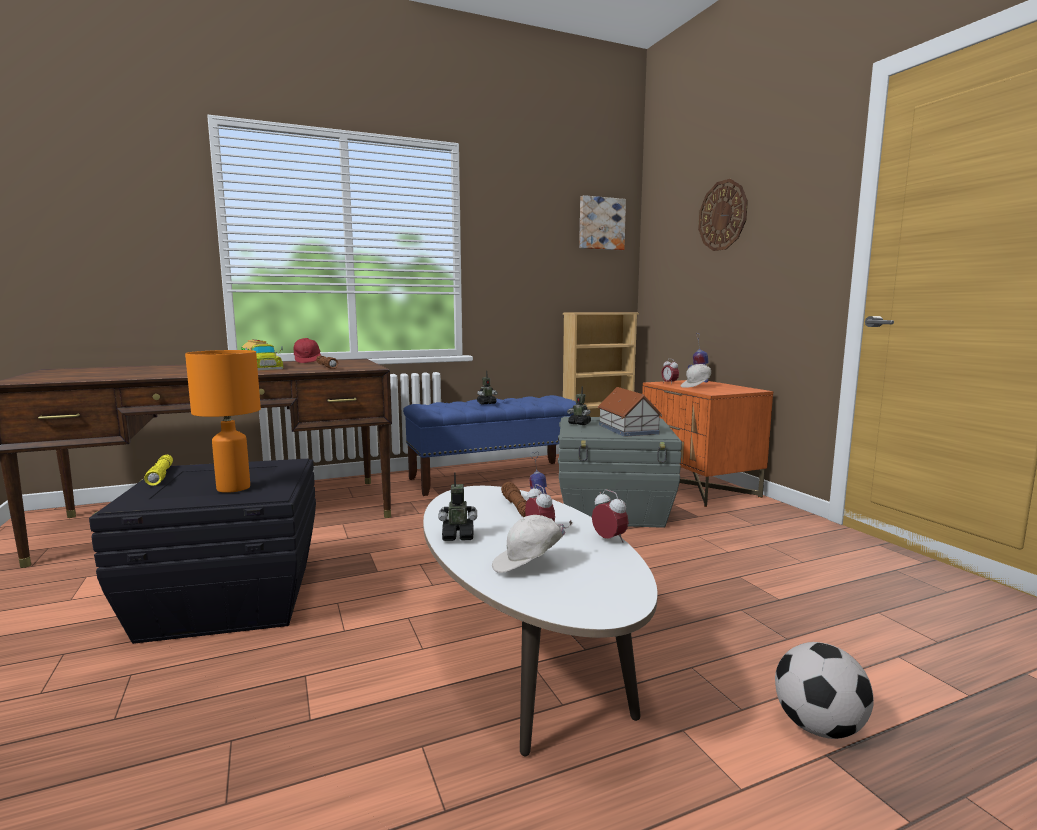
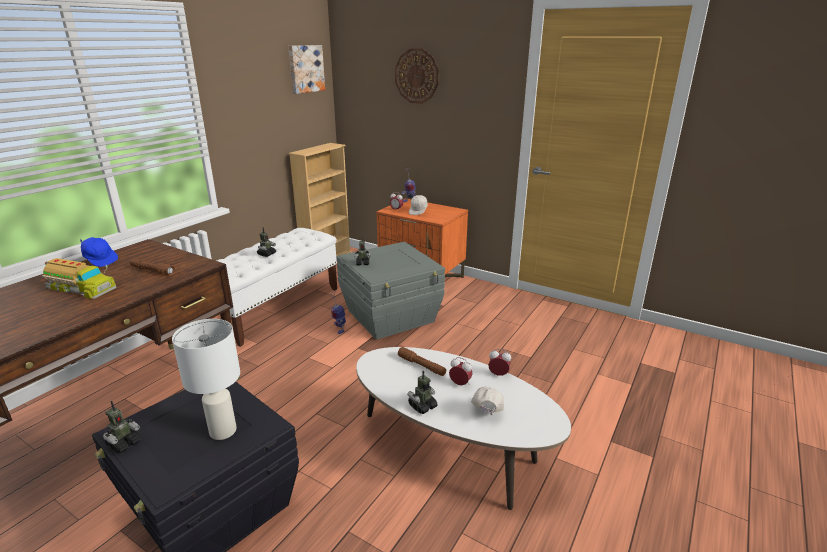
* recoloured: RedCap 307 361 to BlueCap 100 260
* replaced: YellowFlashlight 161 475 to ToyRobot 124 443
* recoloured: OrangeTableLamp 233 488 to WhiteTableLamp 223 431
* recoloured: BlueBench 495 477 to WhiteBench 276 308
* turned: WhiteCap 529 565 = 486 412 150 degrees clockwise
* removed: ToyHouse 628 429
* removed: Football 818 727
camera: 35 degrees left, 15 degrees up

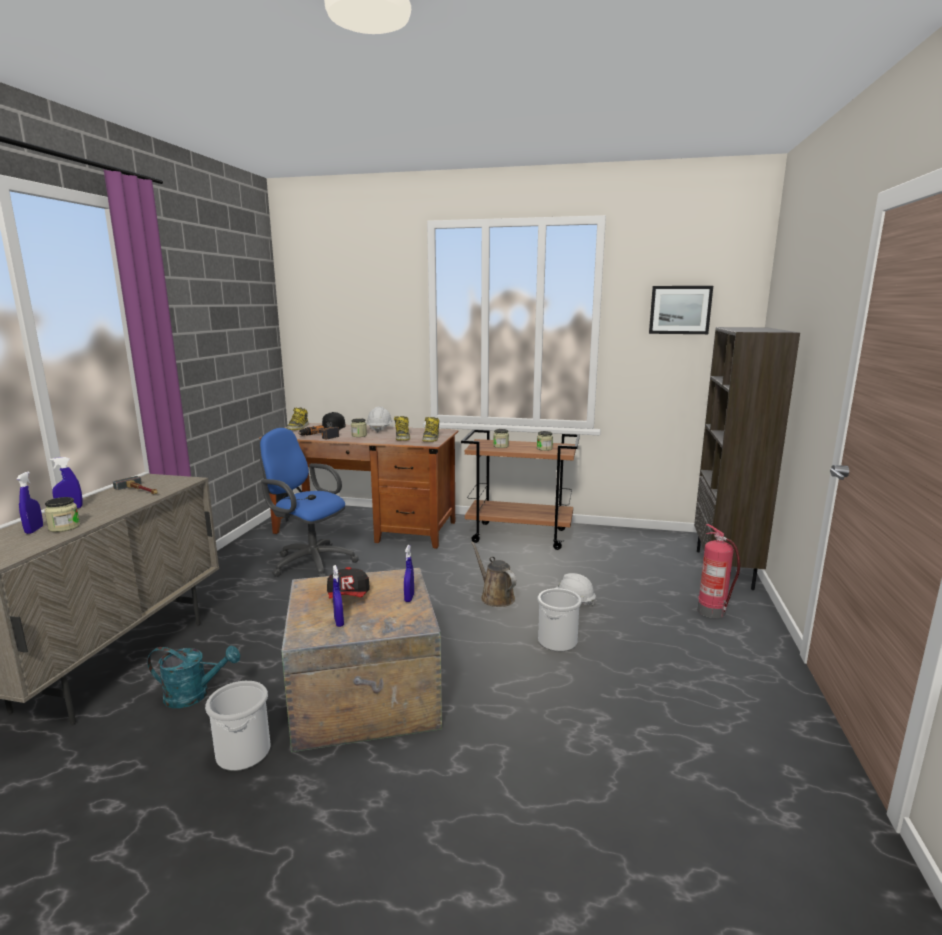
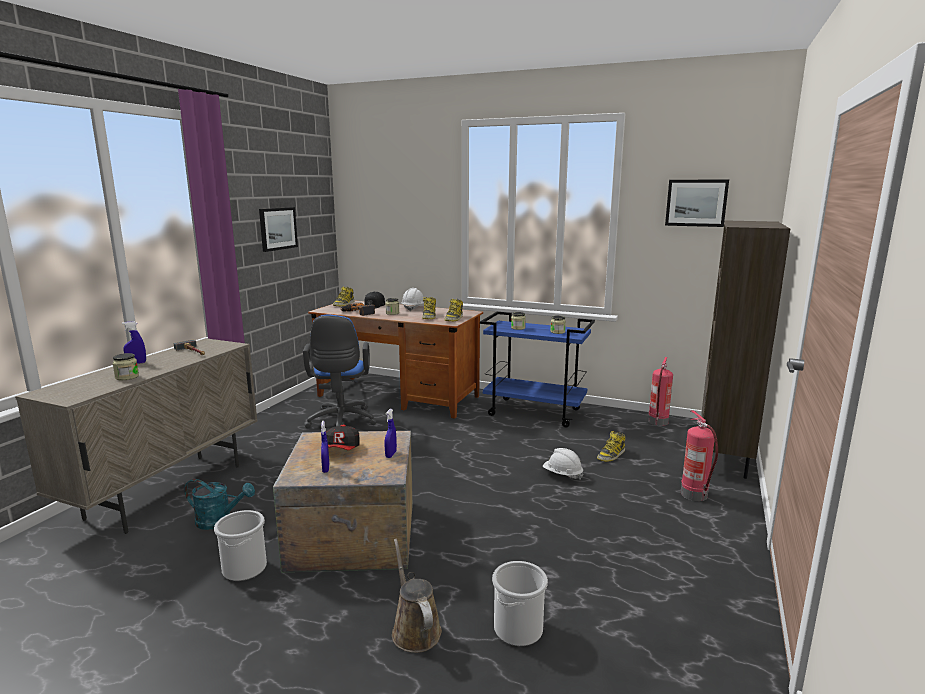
* added: Picture 277 228
* turned: BlueOfficeChair 310 562 = 341 423 135 degrees counterclockwise
* moved: BrownWateringCan 495 597 to 414 629
* recoloured: BrownCart 520 535 to BlueCart 535 412
* moved: Bucket 557 641 to 518 629
* added: Boot 611 455
* added: FireExtinguisher 658 422
* removed: BlueSprayBottle 34 530
camera: 10 degrees right, 0 degrees up

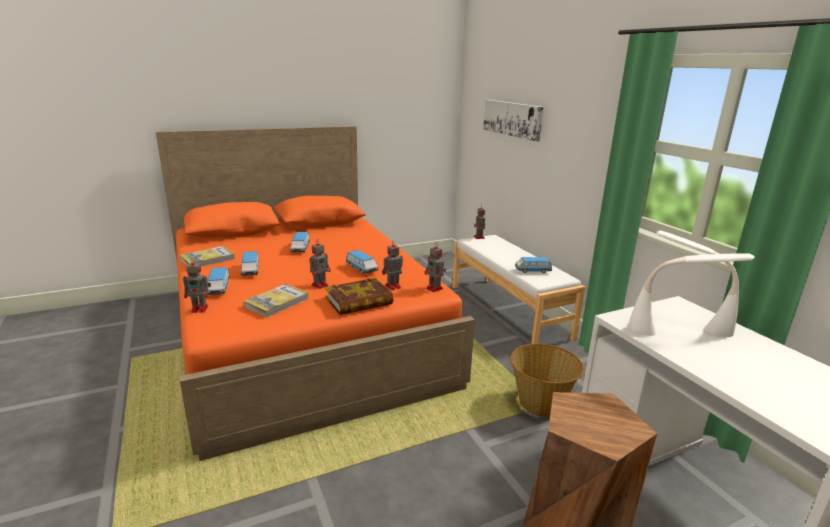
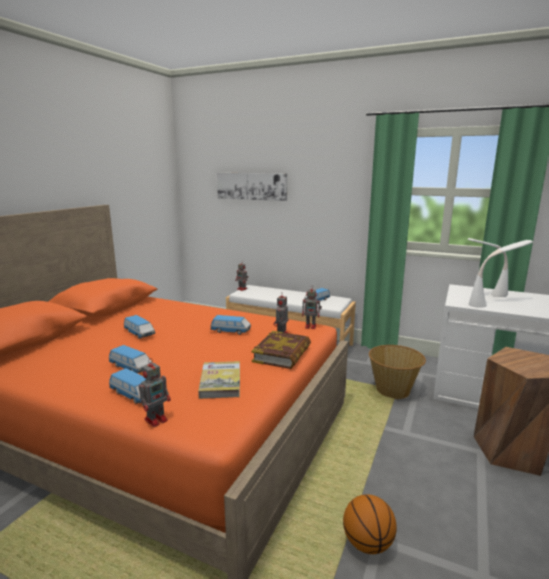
* added: Basketball 367 544
* removed: Book 208 259
* removed: ToyRobot 320 285
camera: 40 degrees left, 5 degrees down

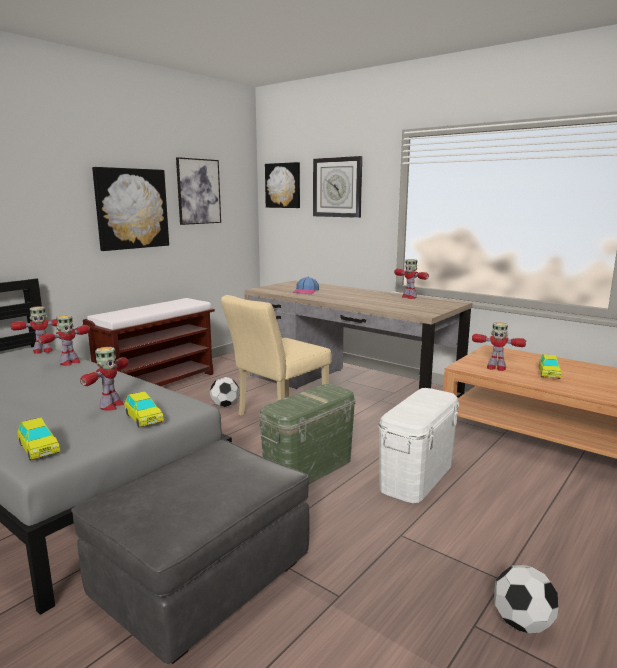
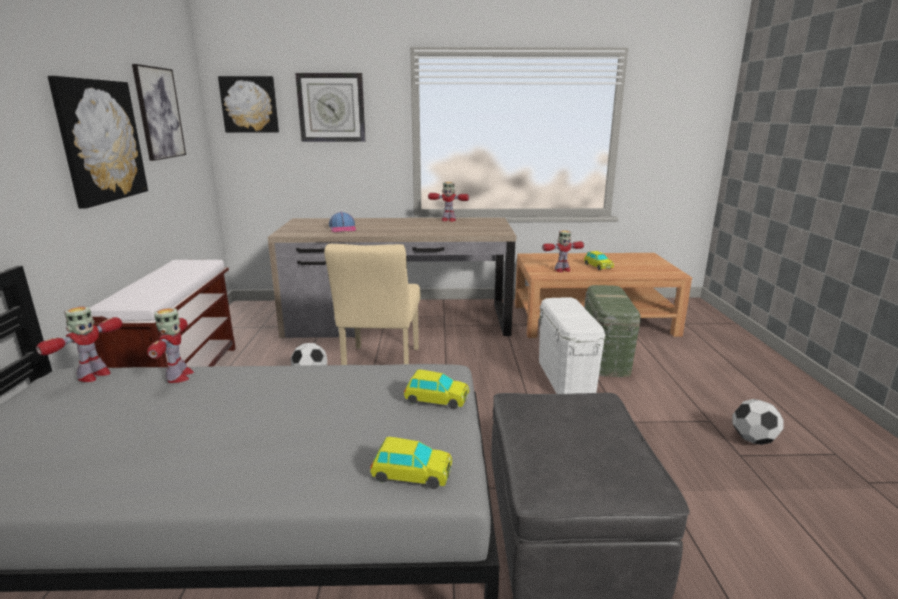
* moved: GreenStorageBox 308 468 to 605 358
* removed: ToyRobot 111 406
camera: 40 degrees left, 5 degrees up

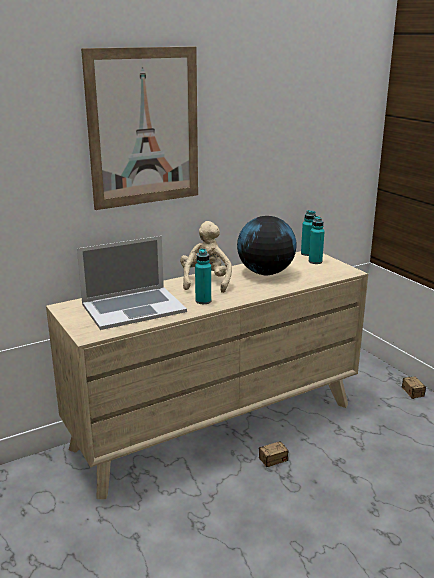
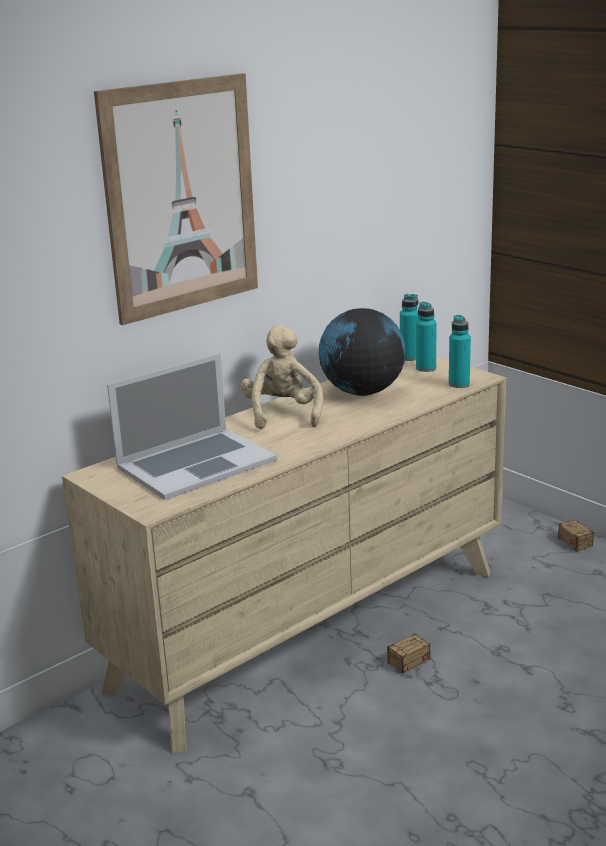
* moved: TurquoiseBottle 203 301 to 459 384
camera: 10 degrees left, 0 degrees up

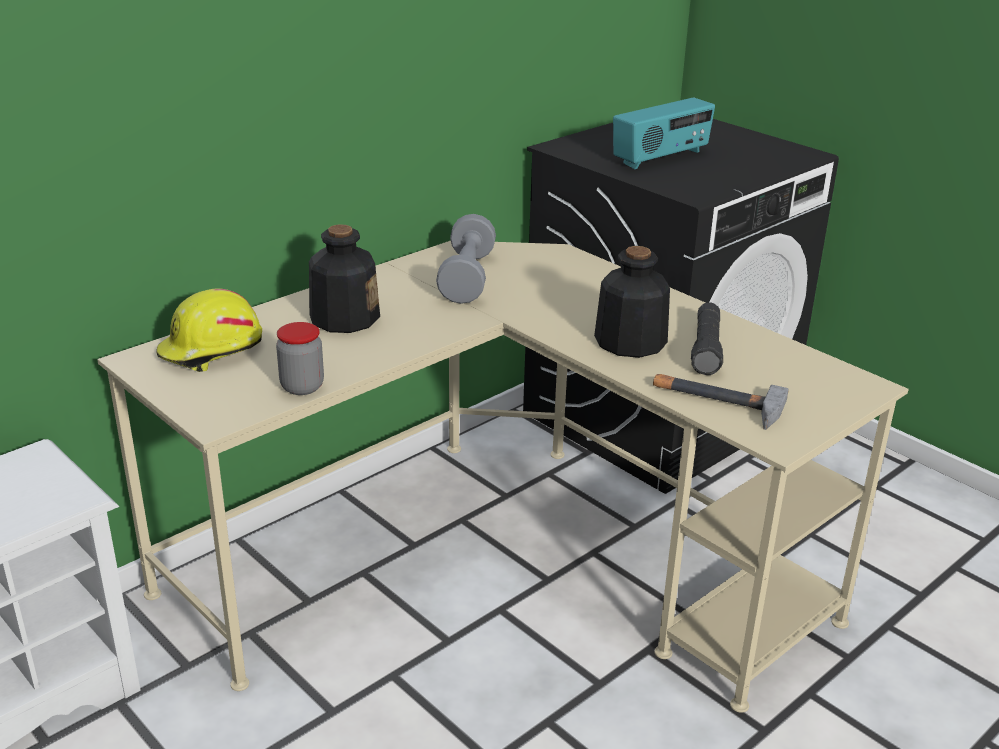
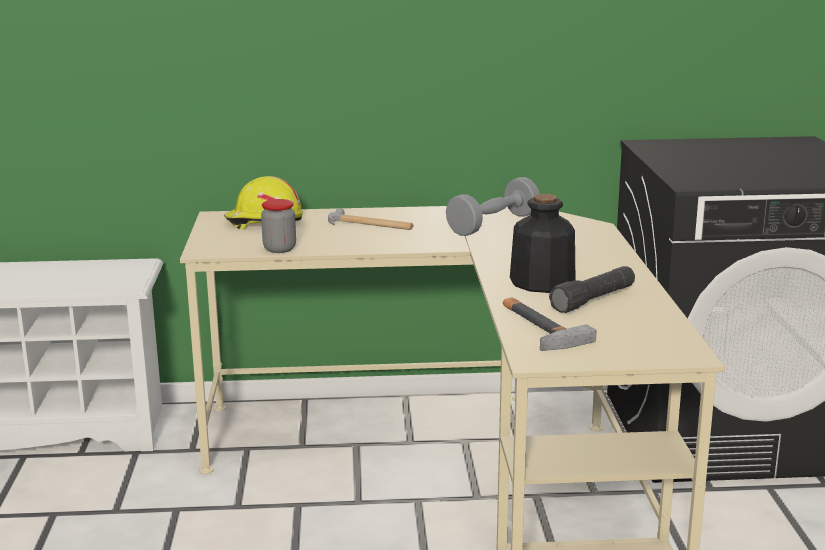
* replaced: Bottle 344 318 to Hammer 369 225
* removed: Radio 661 158
camera: 40 degrees right, 10 degrees down

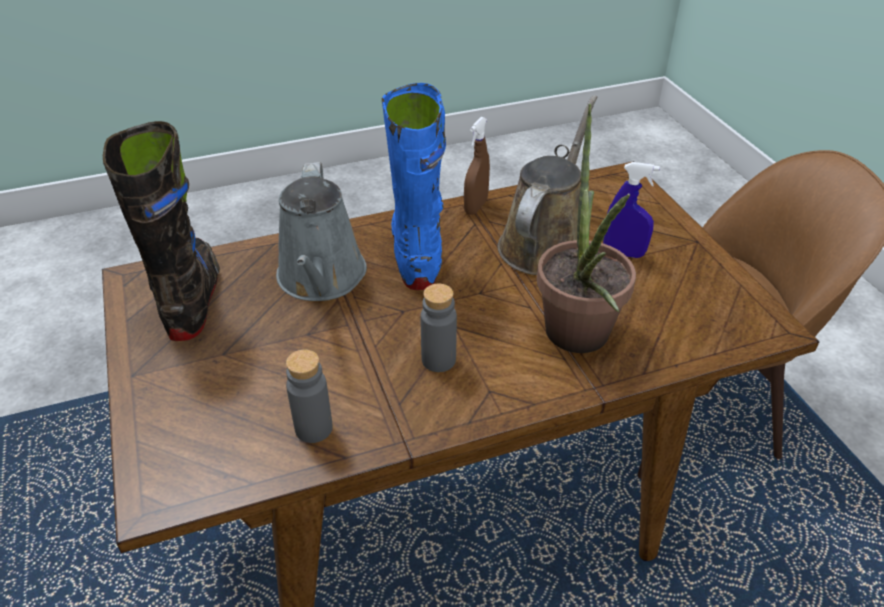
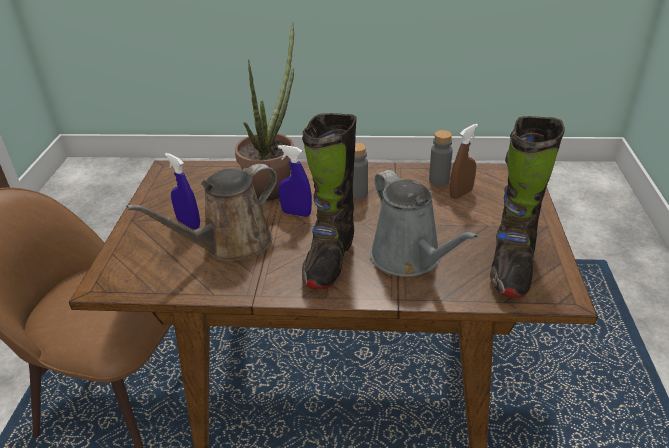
* added: BlueSprayBottle 296 213
* recoloured: BlueBoot 416 254 to BlackBoot 329 259
* turned: GreyWateringCan 321 279 = 409 258 135 degrees clockwise
* moved: BrownSprayBottle 476 207 to 461 193
camera: 155 degrees left, 5 degrees down

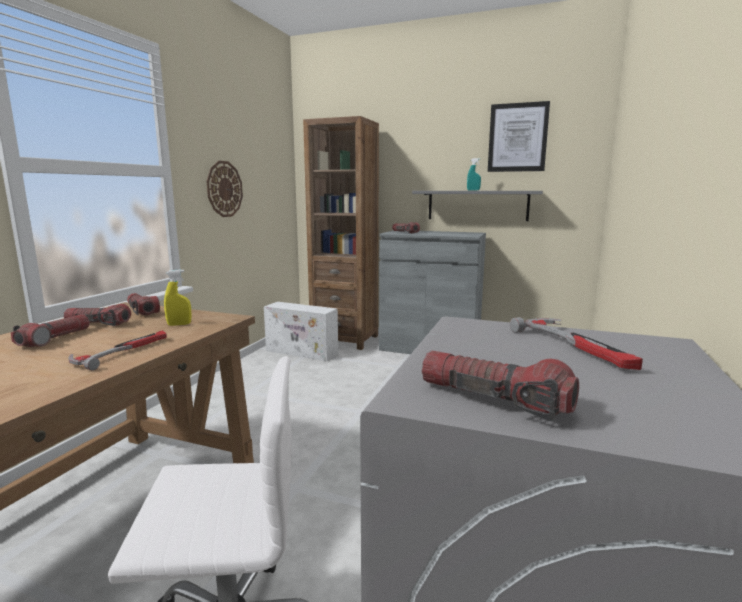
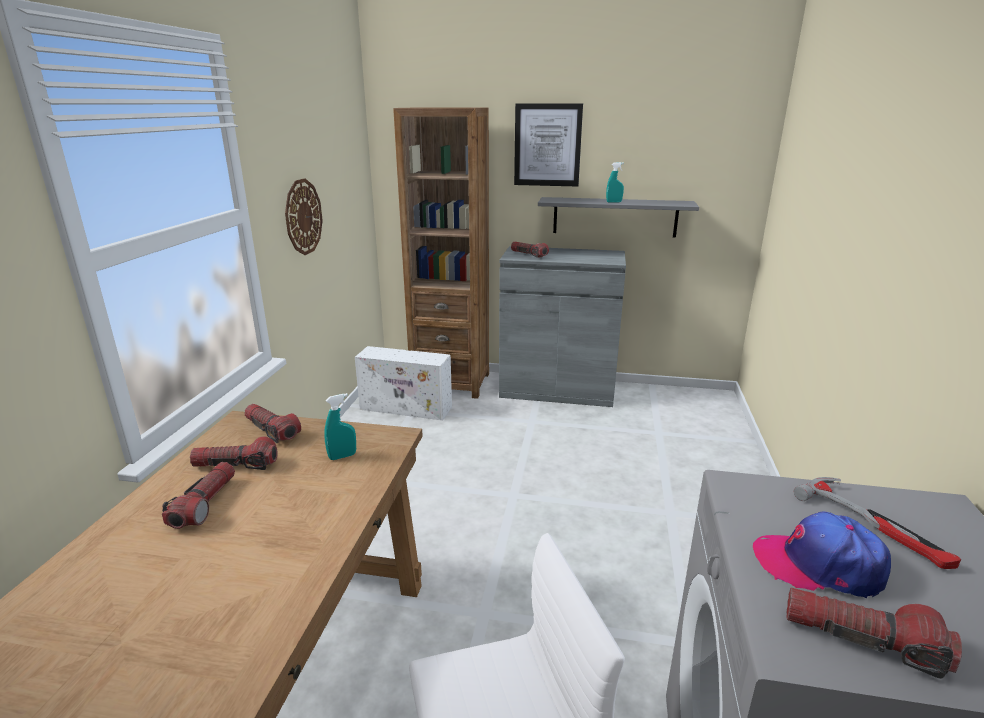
* recoloured: YellowSprayBottle 179 324 to TurquoiseSprayBottle 342 456
* moved: Picture 517 137 to 547 145
* added: Cap 818 565
* removed: Hammer 123 352
camera: 10 degrees left, 10 degrees up

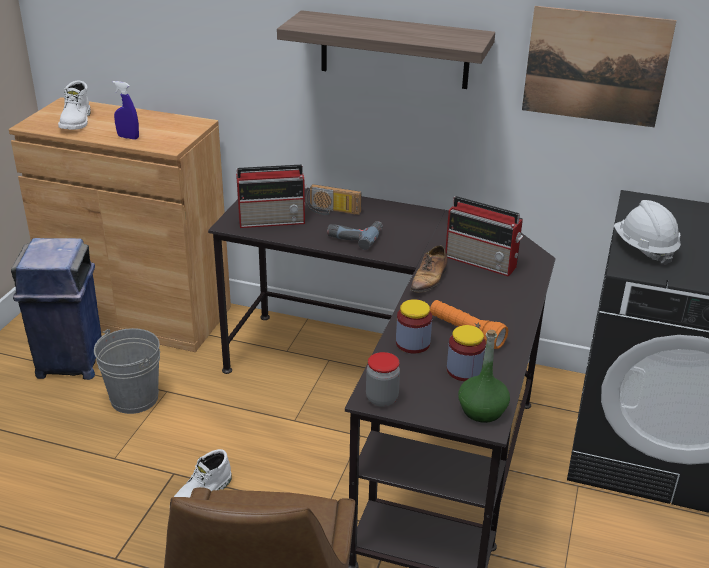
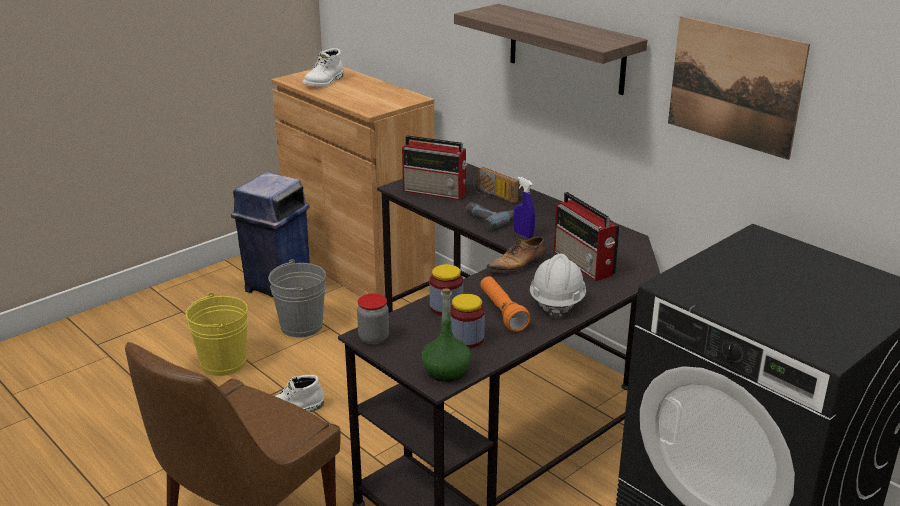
* added: YellowBucket 223 363
* moved: BlueSprayBottle 128 137 to 523 235
* moved: WhiteHardHat 644 249 to 557 301
camera: 30 degrees right, 5 degrees down

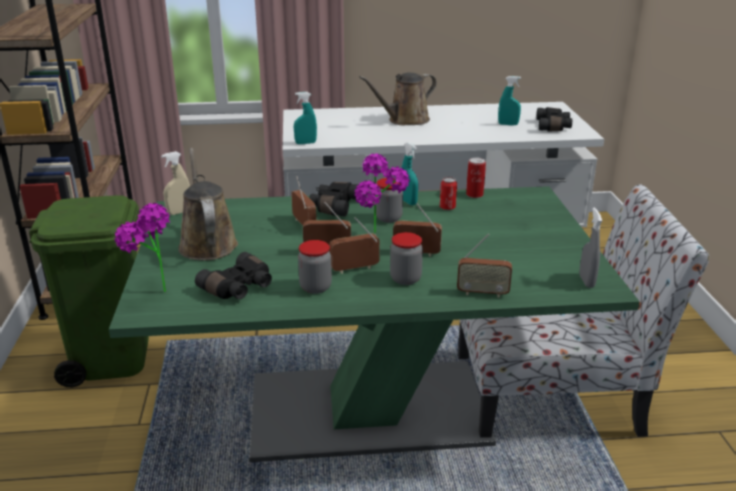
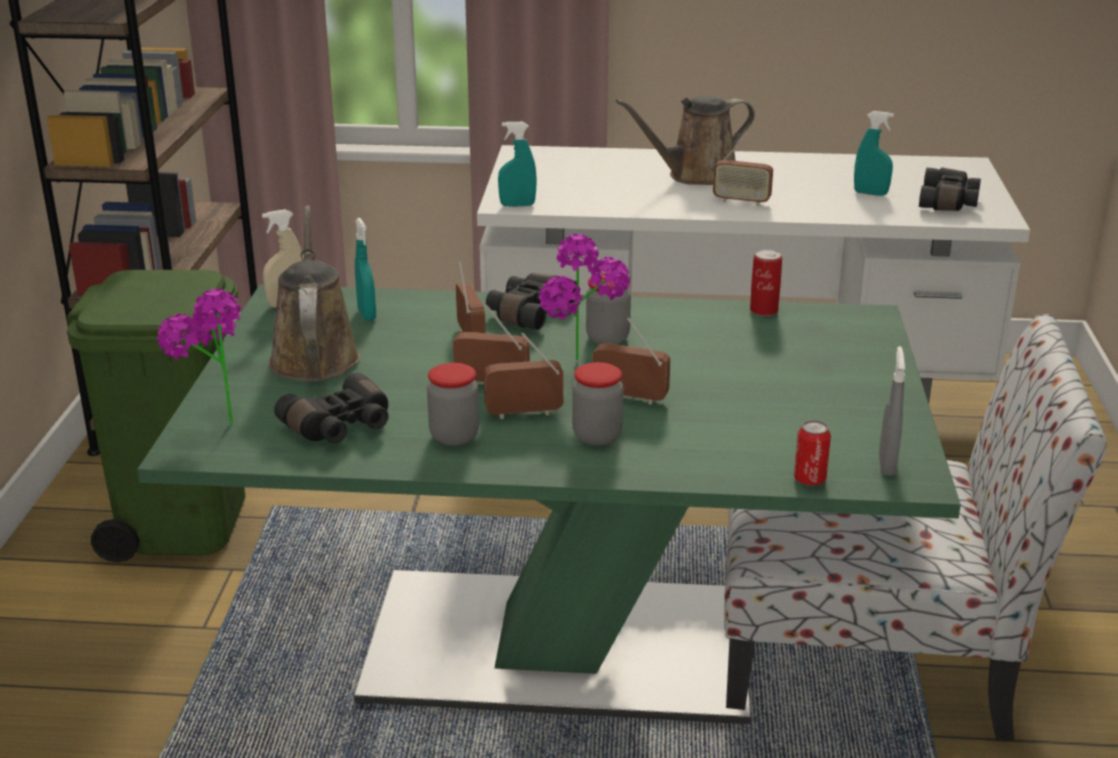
* moved: TurquoiseSprayBottle 408 202 to 367 314
* moved: Radio 482 293 to 741 201
* moved: Can 447 208 to 809 480
camera: 10 degrees right, 0 degrees up

